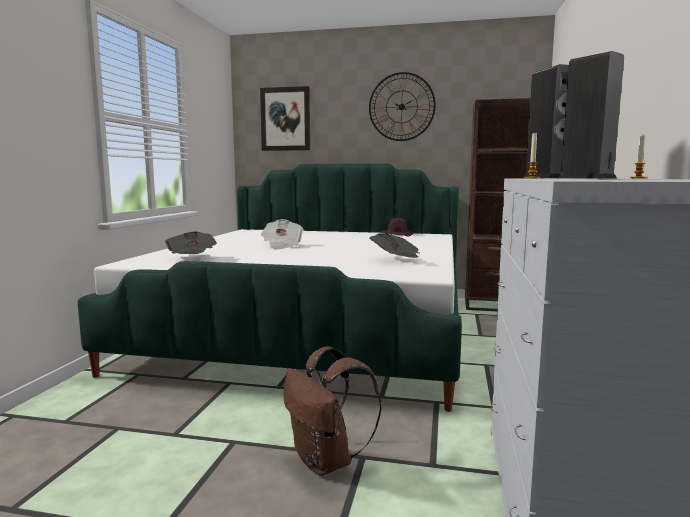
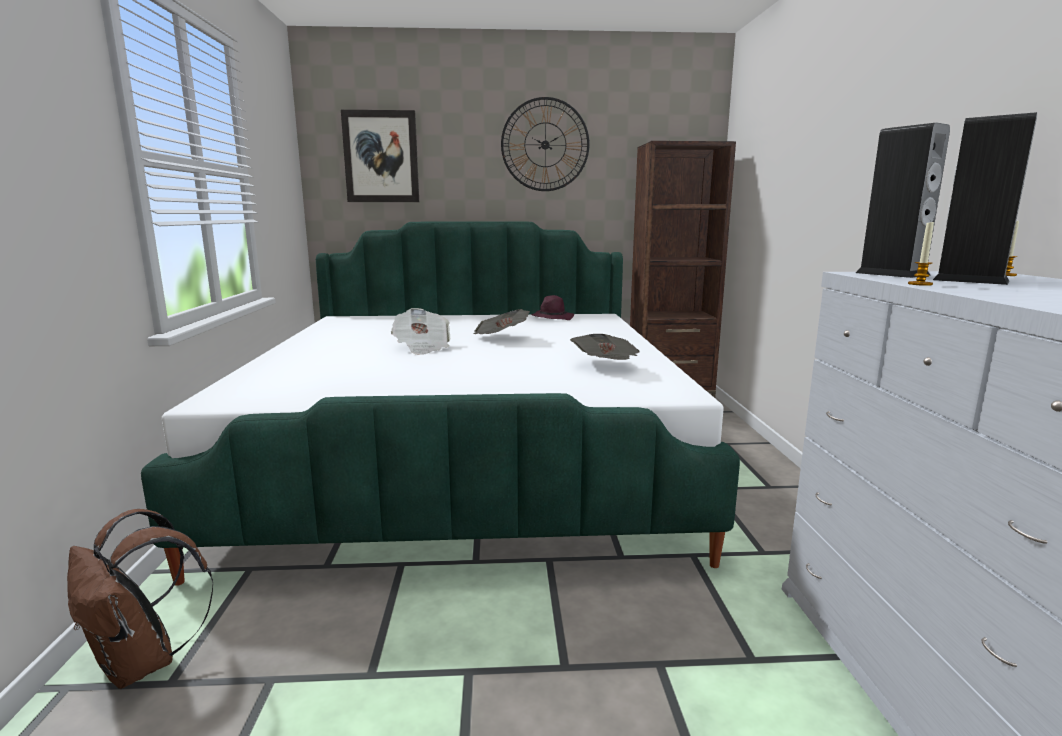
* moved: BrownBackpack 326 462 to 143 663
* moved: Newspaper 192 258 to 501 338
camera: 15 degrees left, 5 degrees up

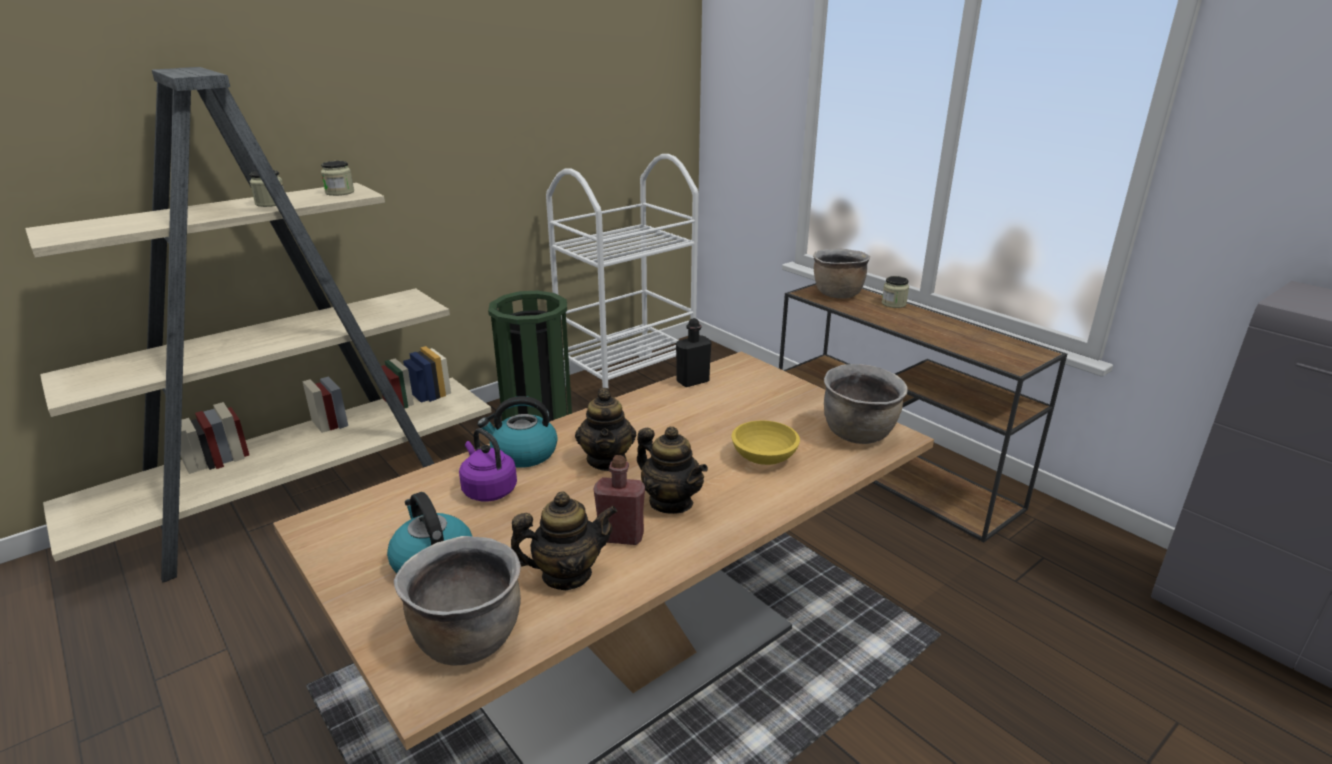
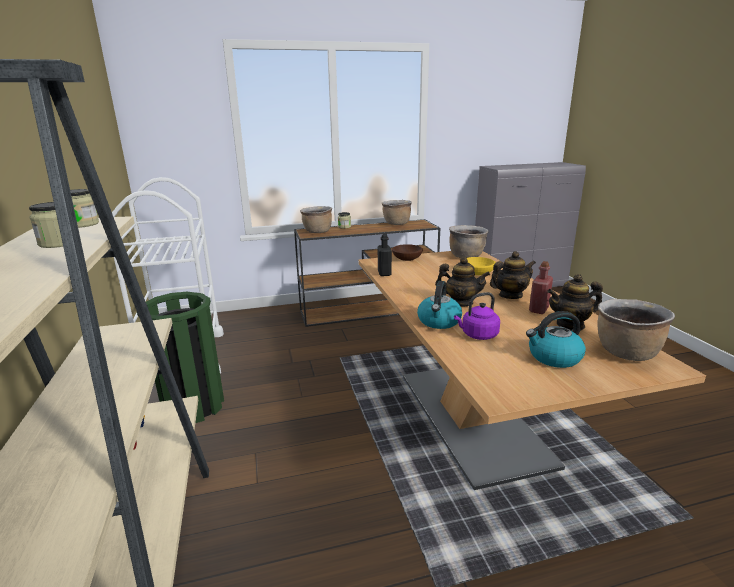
* added: BrownCookingPot 396 224
* added: BrownBowl 407 259
* turned: Teapot 566 575 = 570 325 105 degrees counterclockwise
camera: 65 degrees left, 5 degrees down

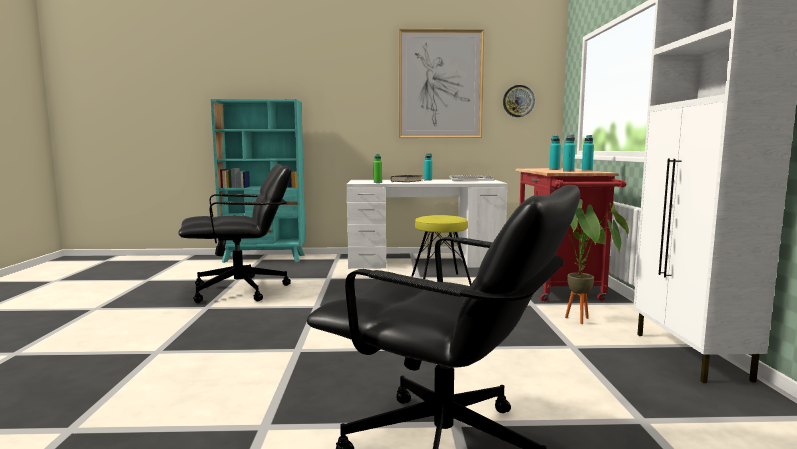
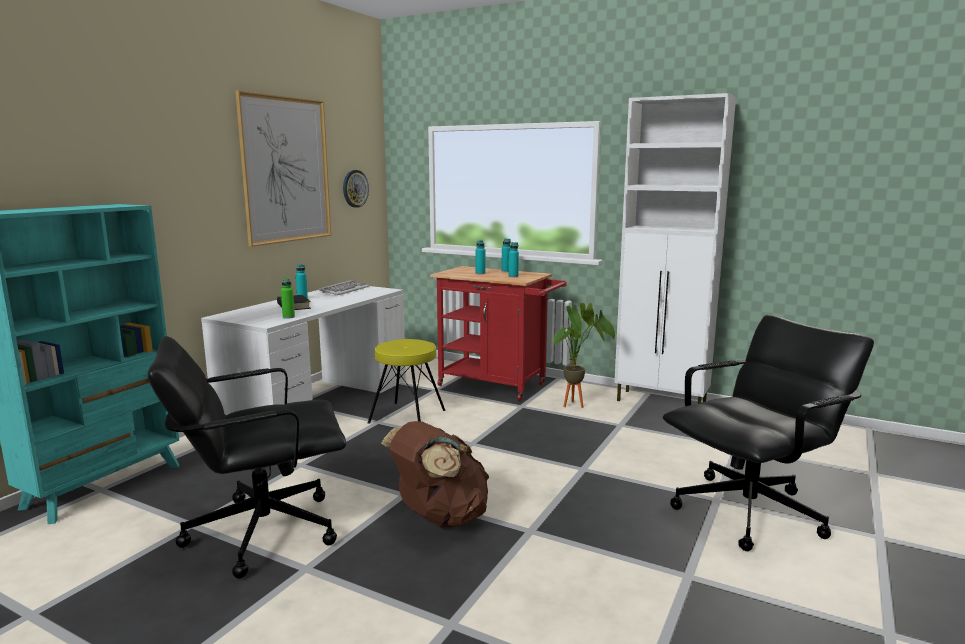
* turned: BlackOfficeChair 241 290 = 261 531 120 degrees counterclockwise
* added: BrownBackpack 439 517
camera: 60 degrees left, 5 degrees up

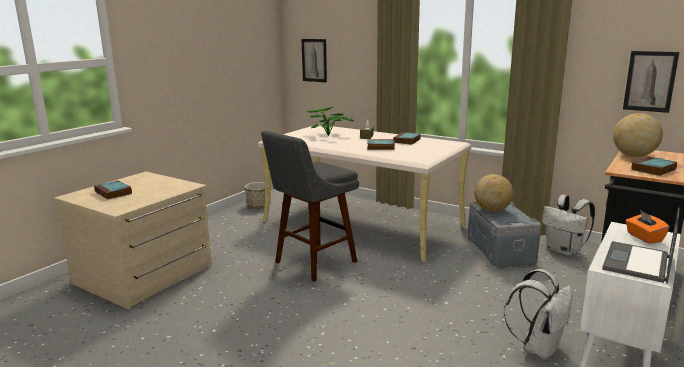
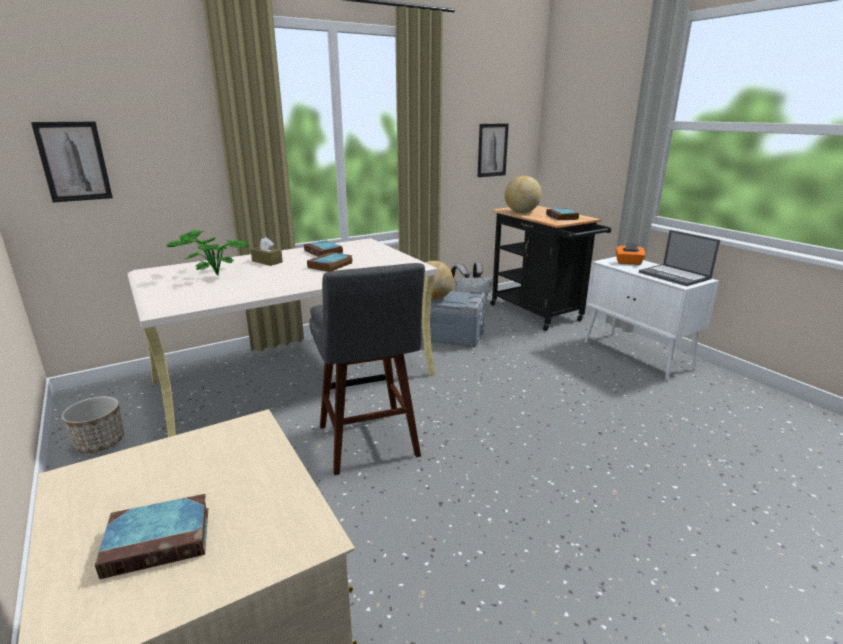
* removed: WhiteBackpack 538 348
camera: 65 degrees left, 5 degrees up

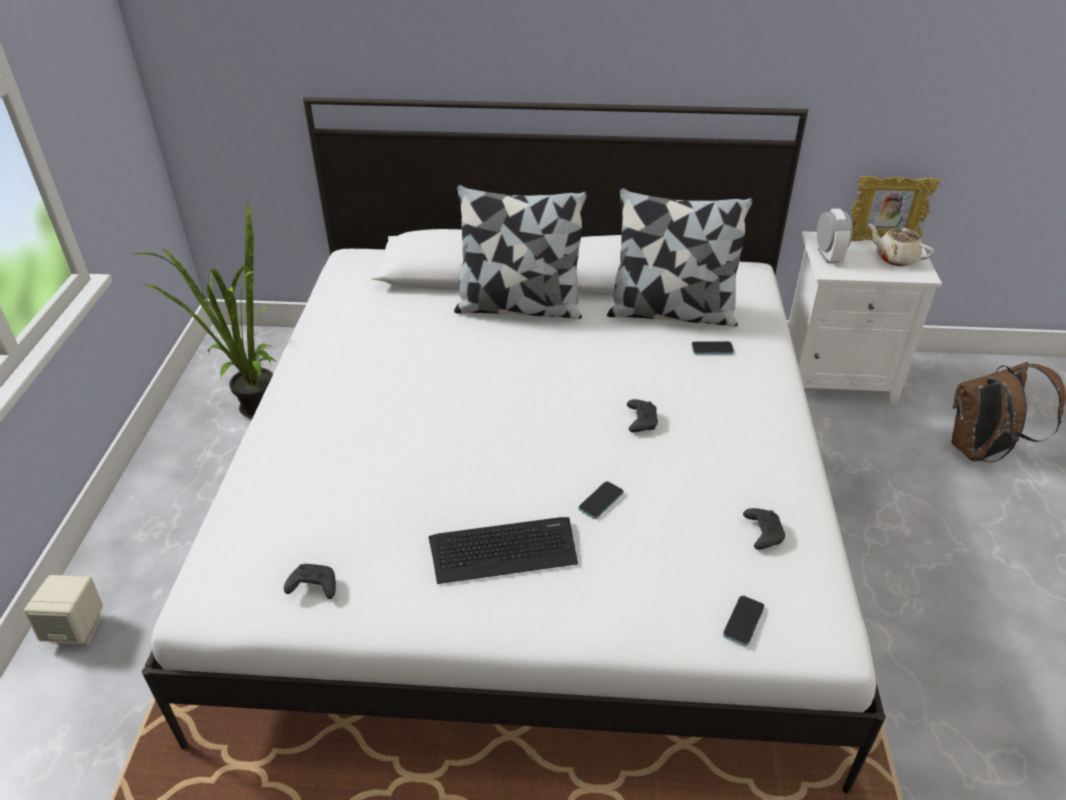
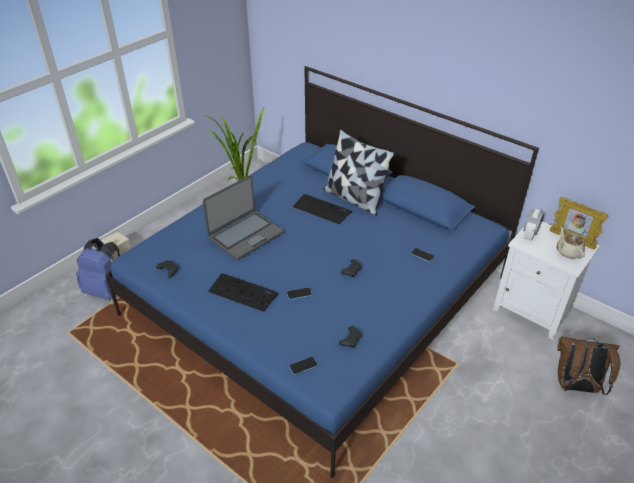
* added: BlueBackpack 106 290
* recoloured: WhiteBed 534 505 to BlueBed 317 296
* added: Laptop 245 235
* added: Keyboard 322 209
* removed: Pillow 671 312
camera: 35 degrees right, 0 degrees up

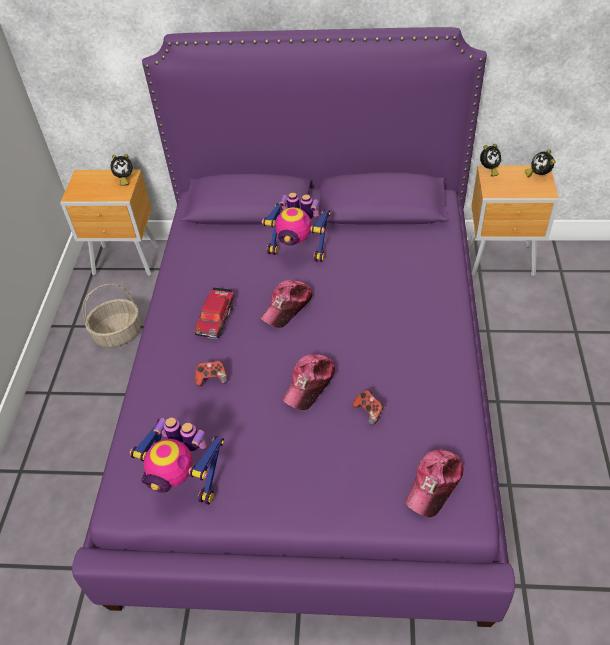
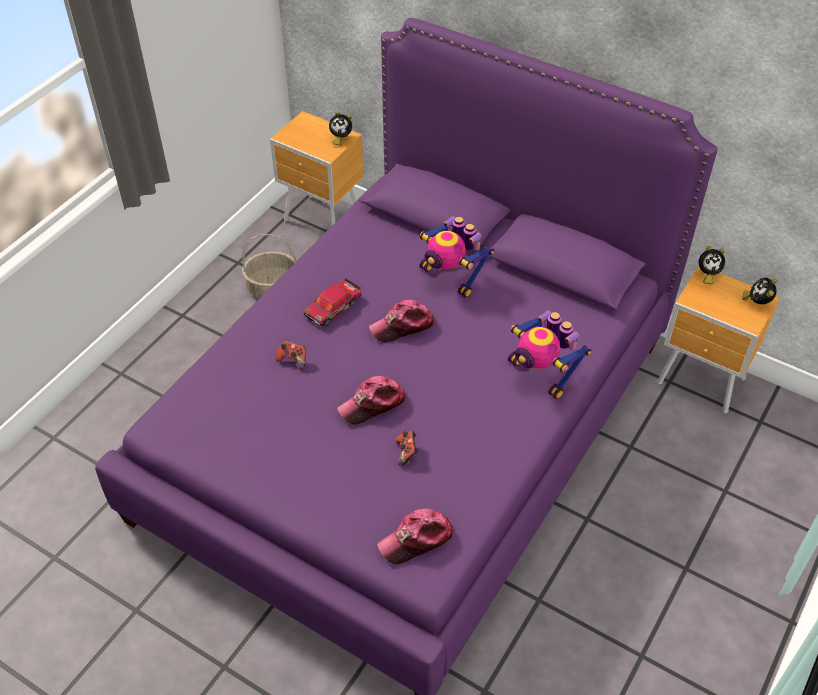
* moved: ToyRobot 184 481 to 541 374
camera: 25 degrees right, 0 degrees up

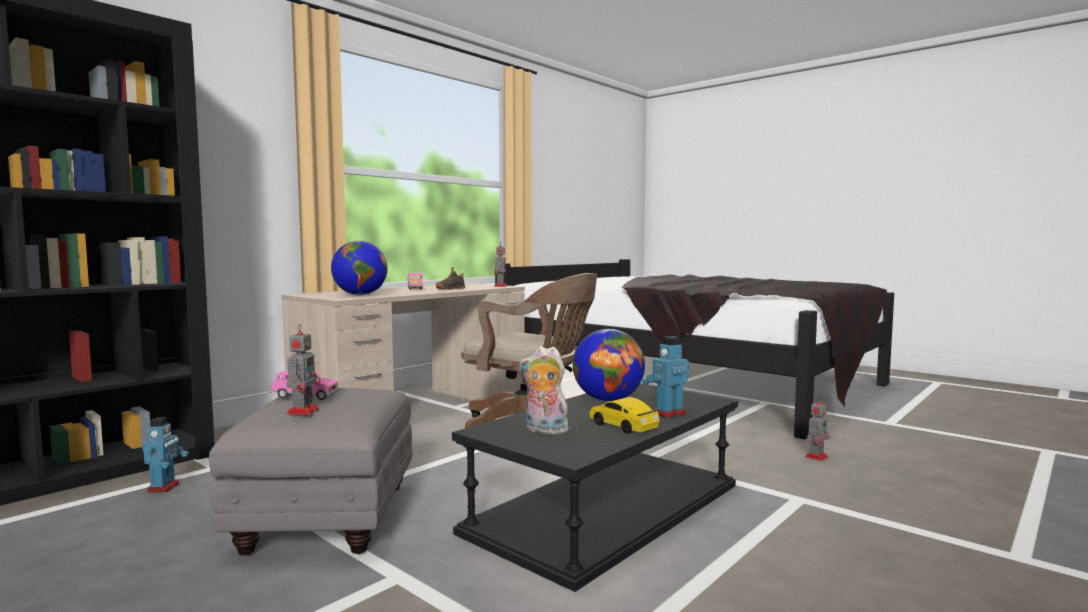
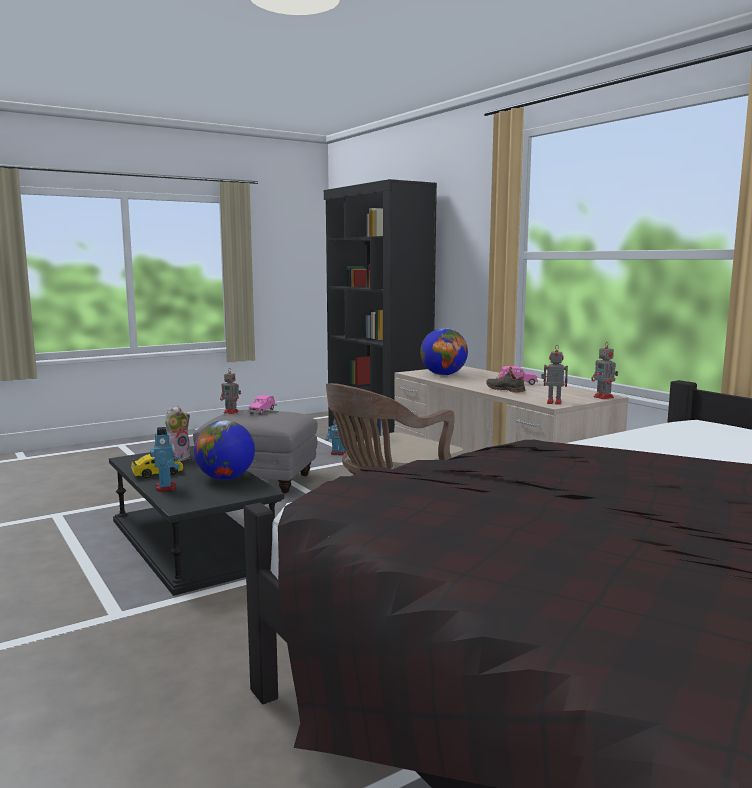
* moved: ToyRobot 817 457 to 604 397
camera: 105 degrees right, 5 degrees up

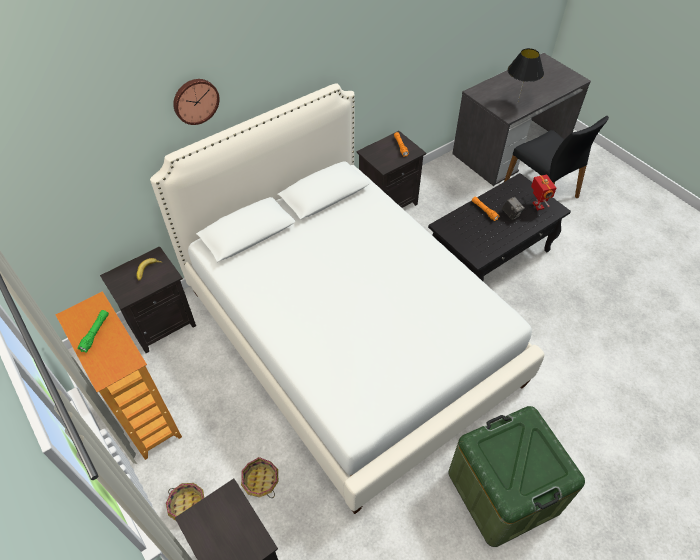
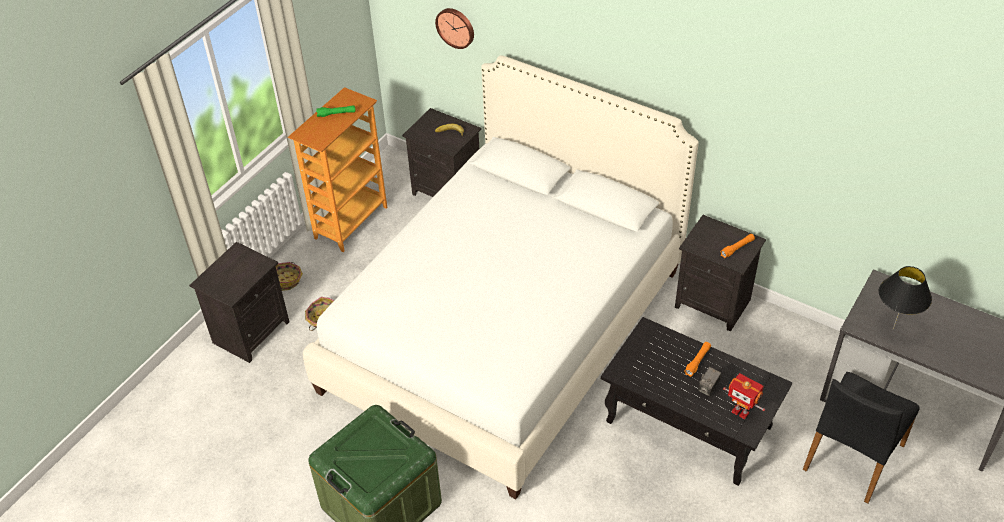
* moved: WallClock 195 100 to 456 27
* turned: ToyRobot 537 206 = 741 411 75 degrees clockwise
camera: 70 degrees right, 5 degrees down

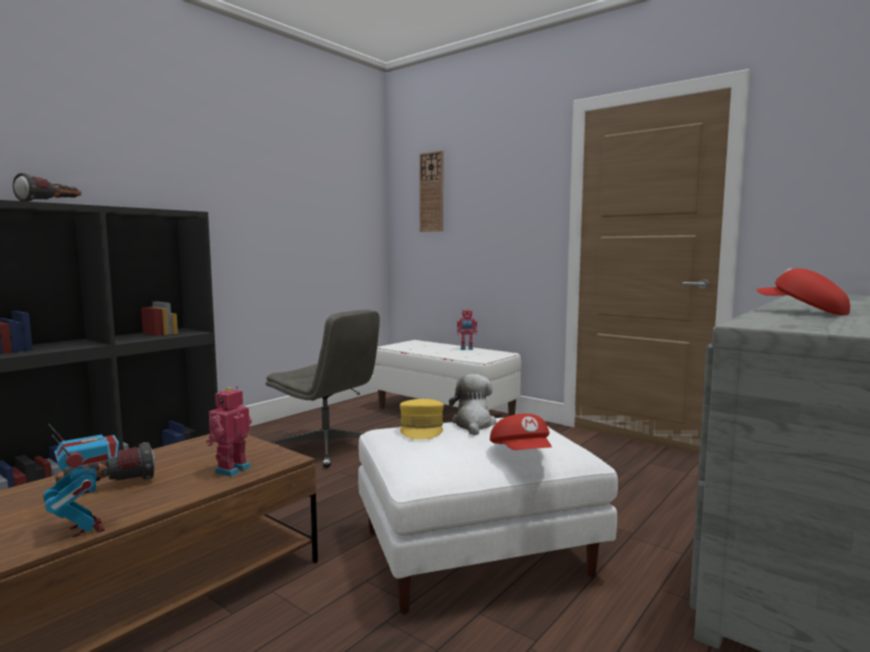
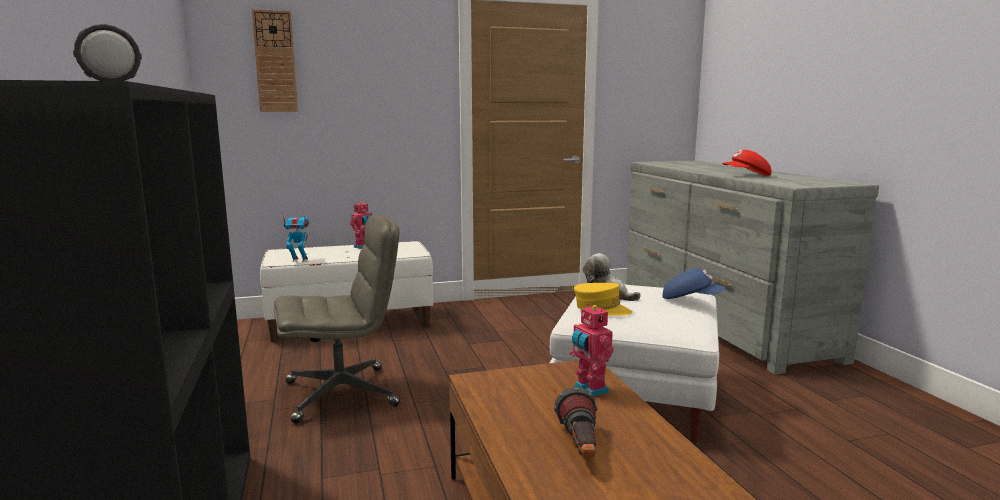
* moved: ToyRobot 87 528 to 299 260
* recoloured: RedCap 522 454 to BlueCap 691 299
camera: 55 degrees left, 5 degrees up

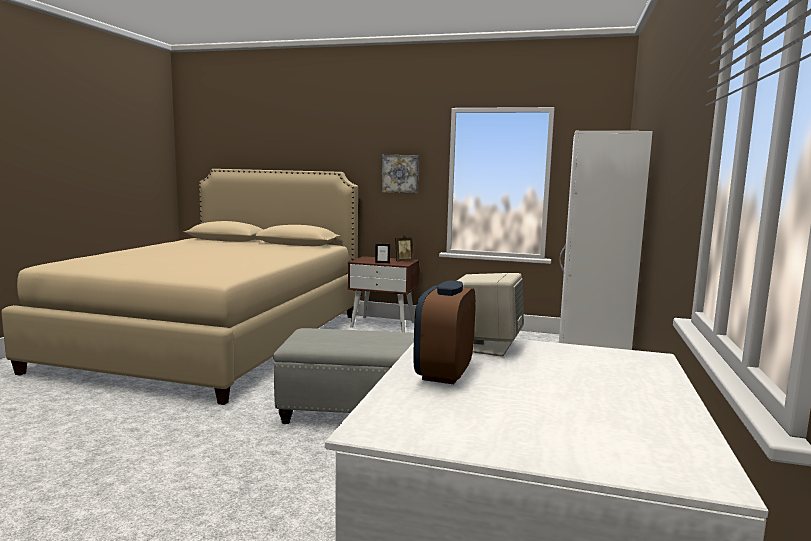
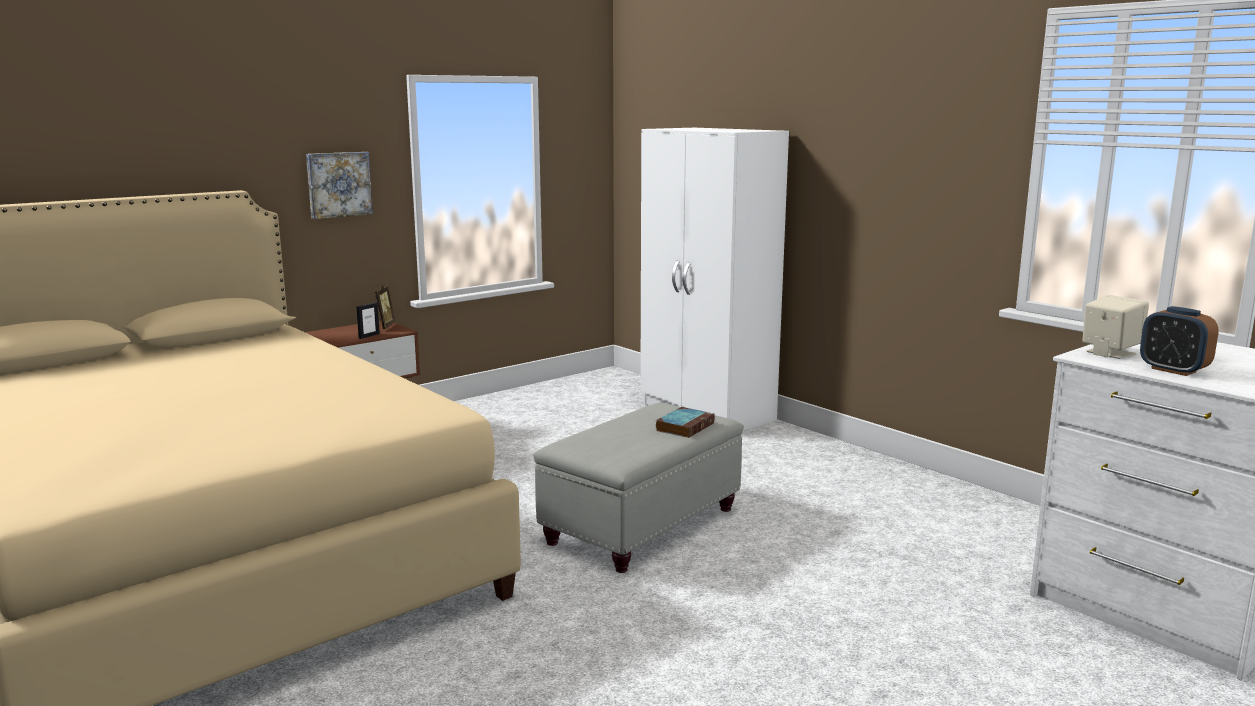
* added: Book 685 426
camera: 55 degrees left, 5 degrees up

